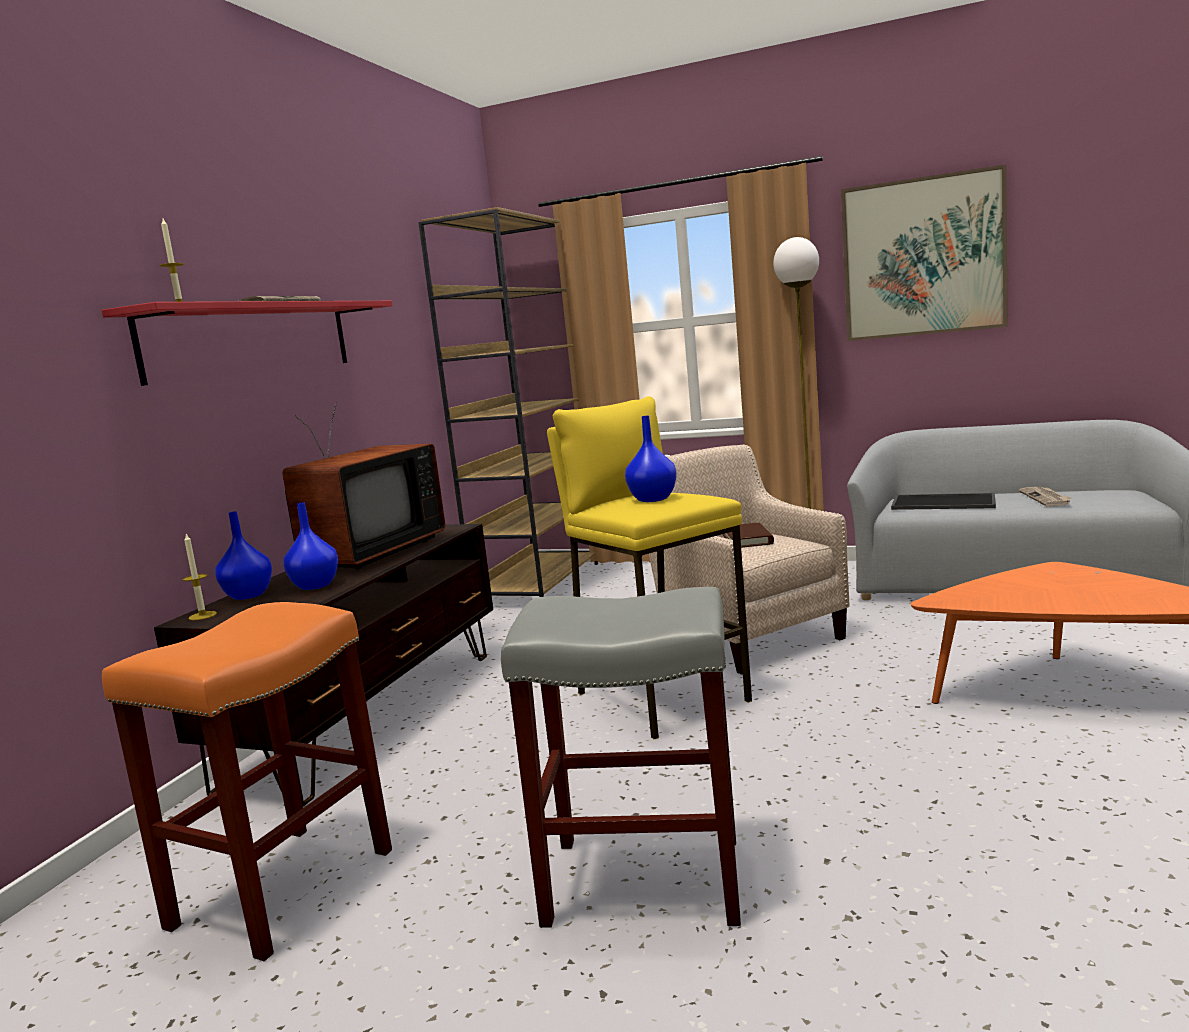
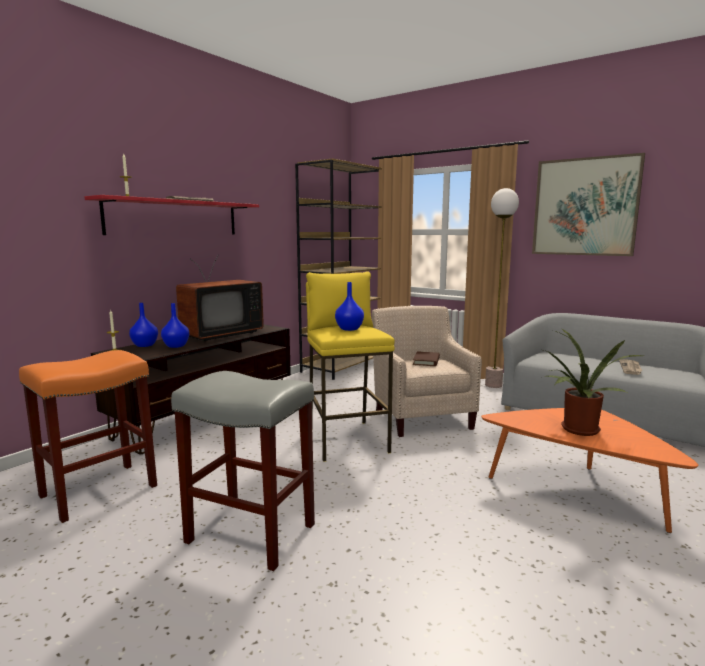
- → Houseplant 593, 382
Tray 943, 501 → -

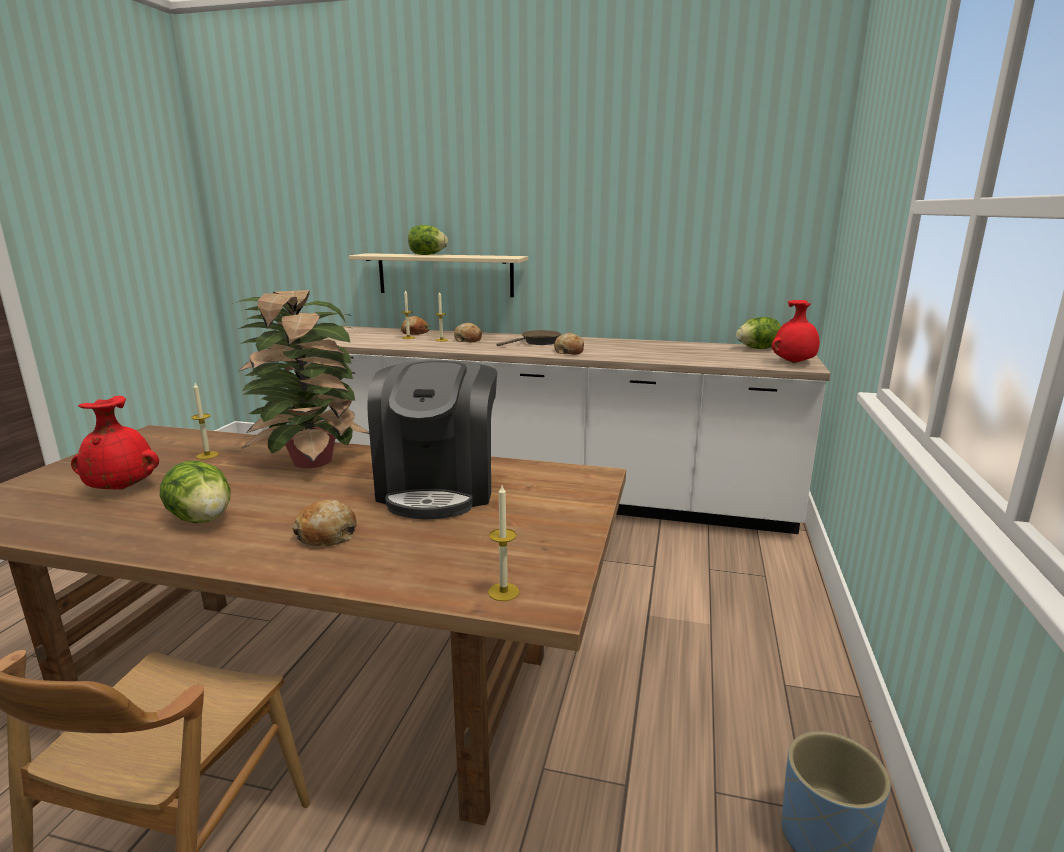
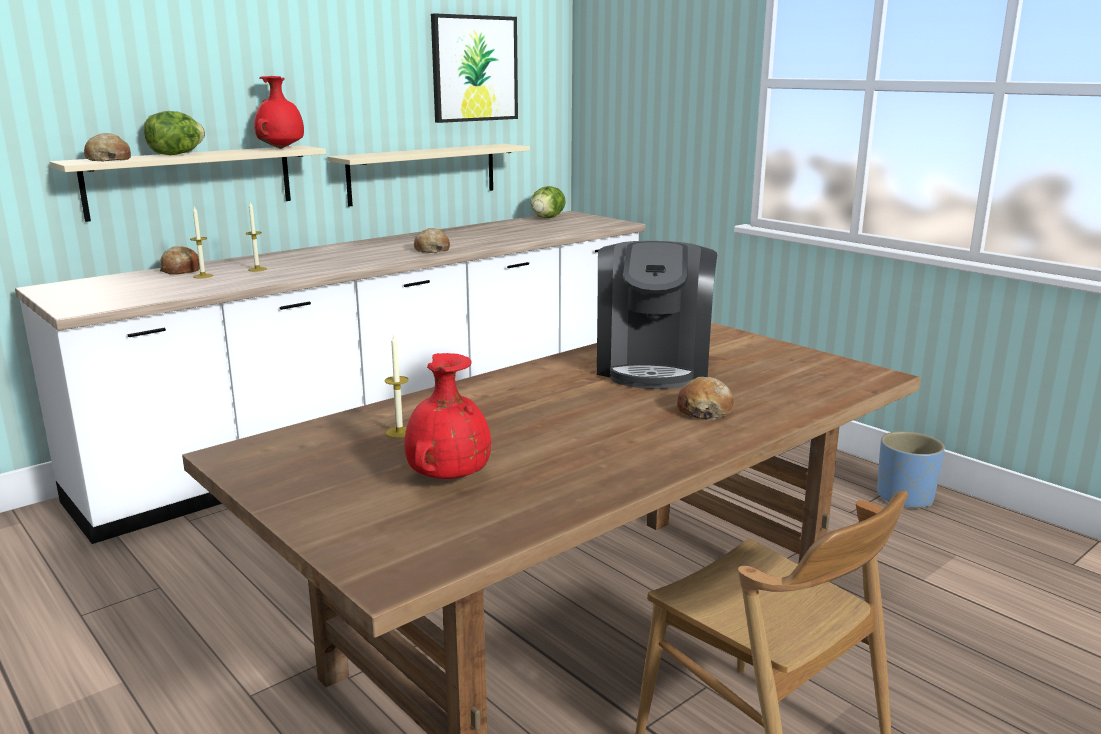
Bread 468, 332 → Bread 107, 147, shifted
ReddishDecorativeVase 795, 331 → ReddishDecorativeVase 279, 112, shifted
- → SandColouredBracketShelf 428, 175
- → WallPicture 474, 68
CoffeeMachine 432, 439 → CoffeeMachine 657, 315, 60 degrees clockwise
LettuceHead 195, 492 → -
Houseplant 300, 379 → -
WaxCandle 503, 543 → -
BrownPan 529, 338 → -

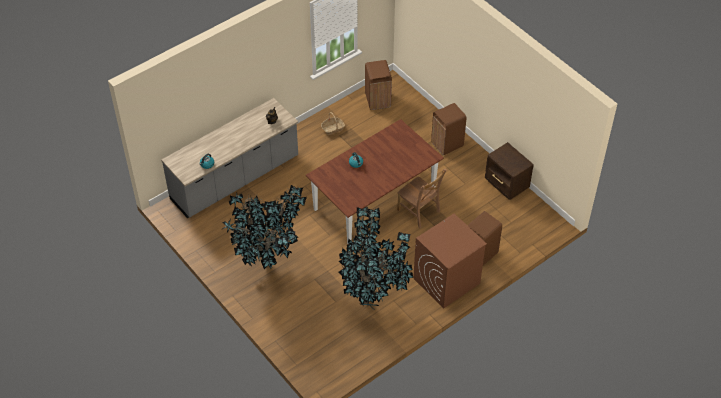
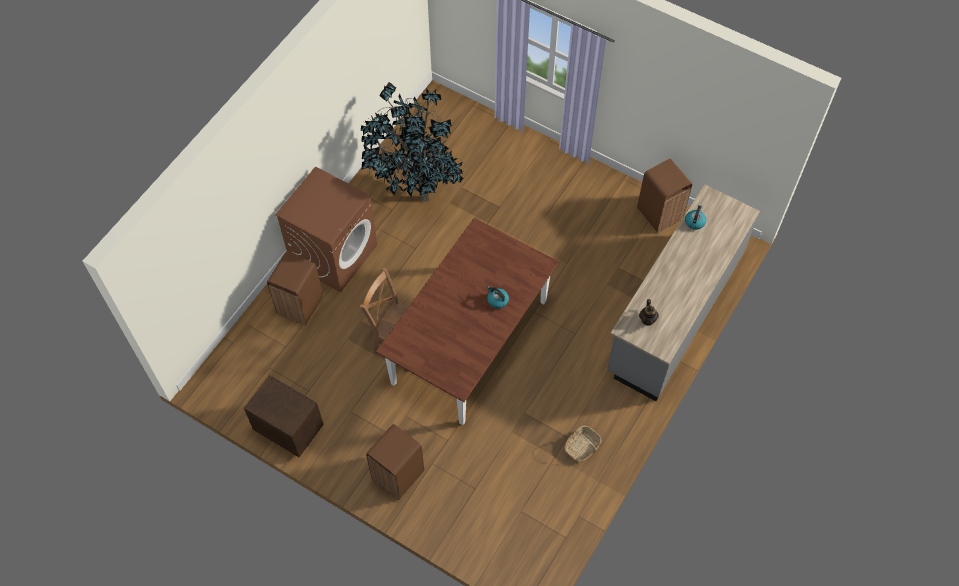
BrownTrashCan 378, 85 → BrownTrashCan 664, 196, shifted
Houseplant 265, 227 → -

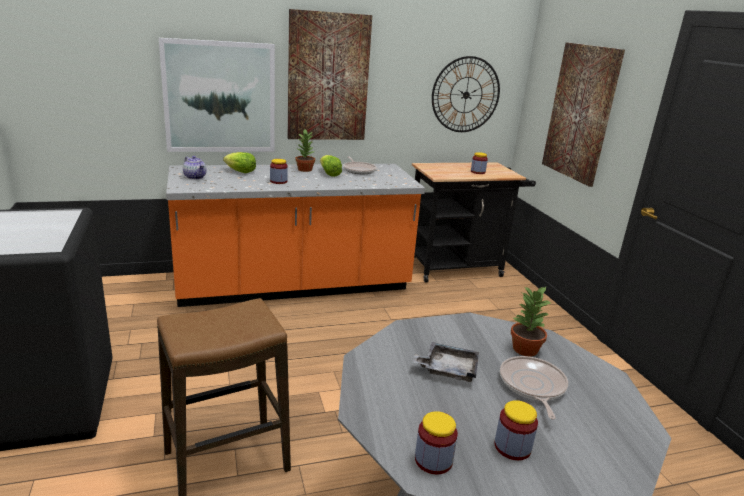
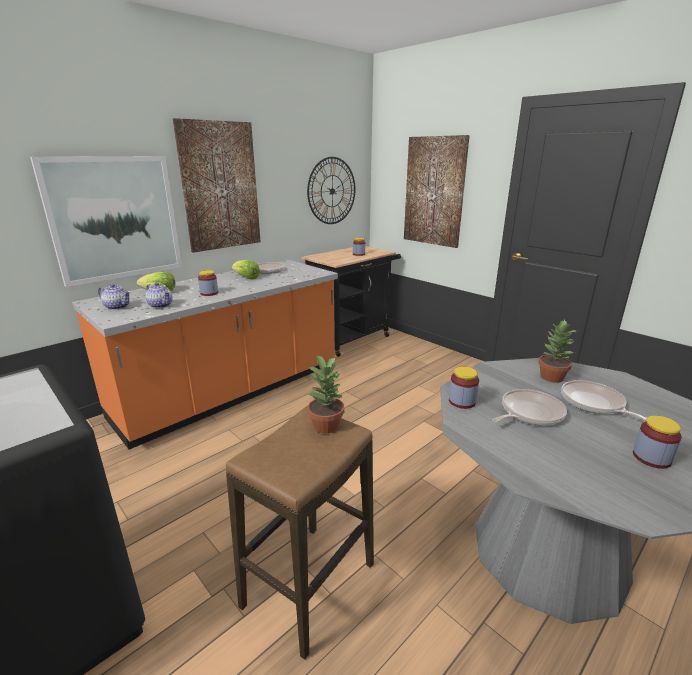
- → PotForTea 159, 295
Houseplant 305, 150 → Houseplant 325, 394, shifted
PreserveJar 436, 442 → PreserveJar 464, 388, shifted
GrayTray 445, 362 → Pan 529, 407

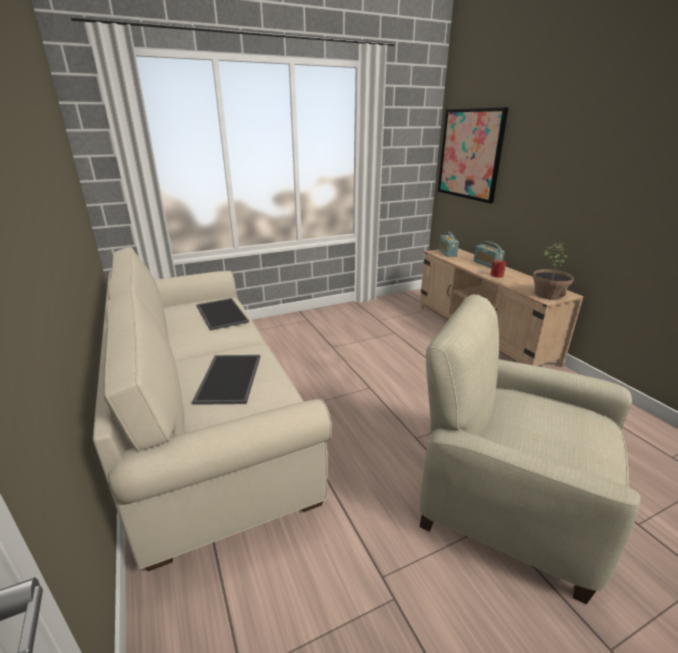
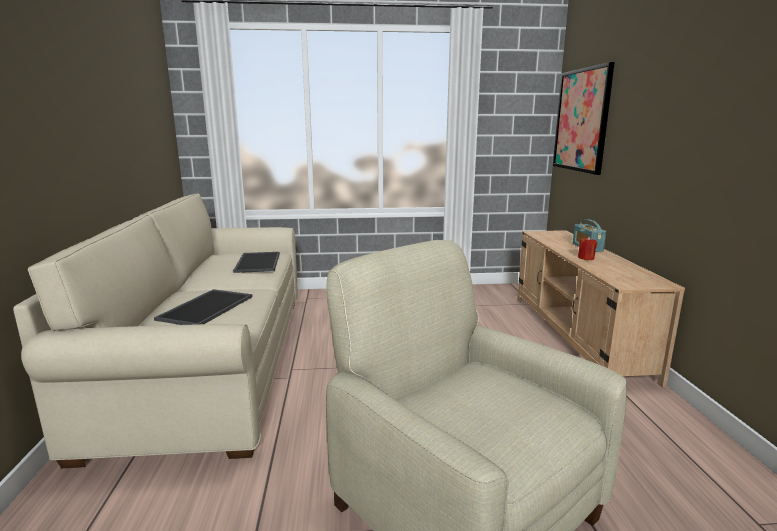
RadioSet 449, 244 → -
Houseplant 553, 271 → -

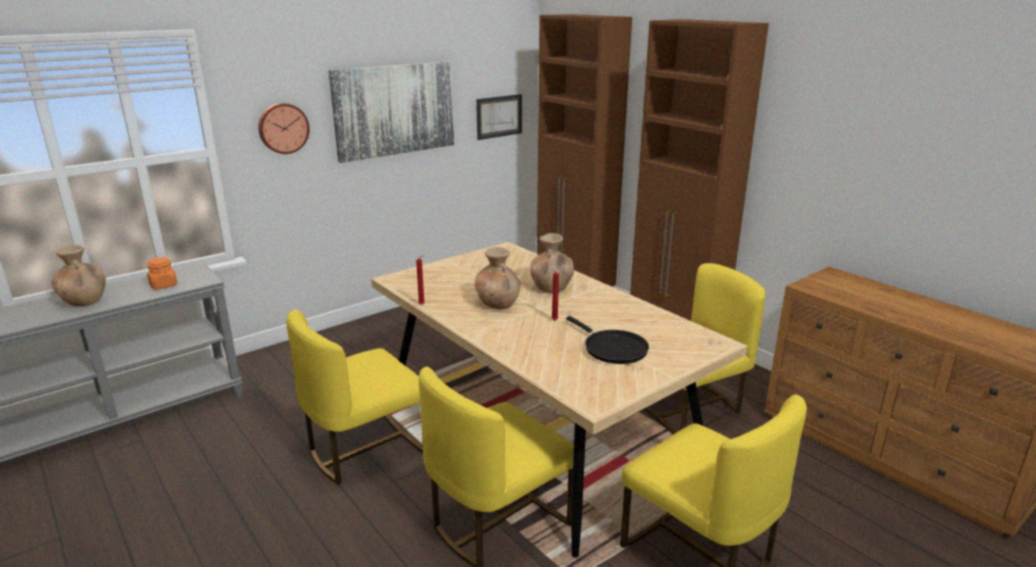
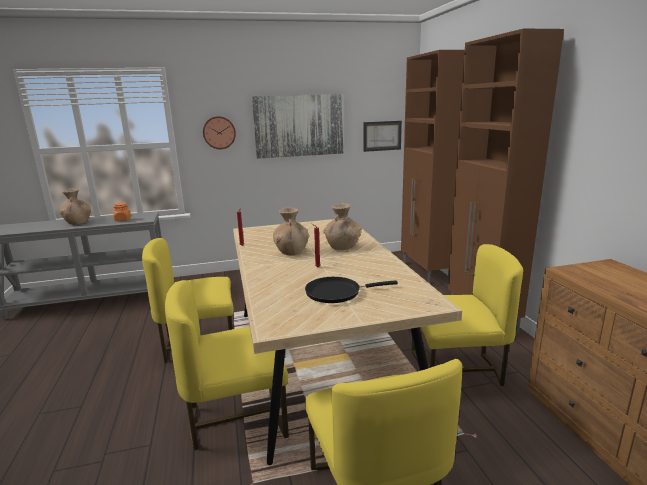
BlackPan 607, 340 → BlackPan 351, 290, 90 degrees clockwise

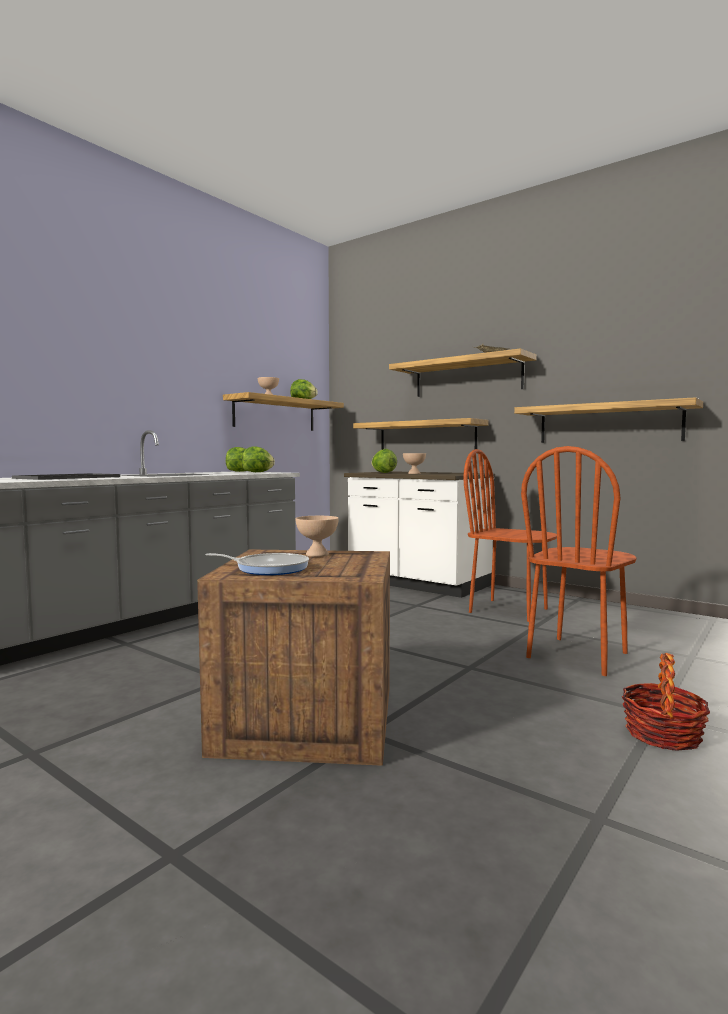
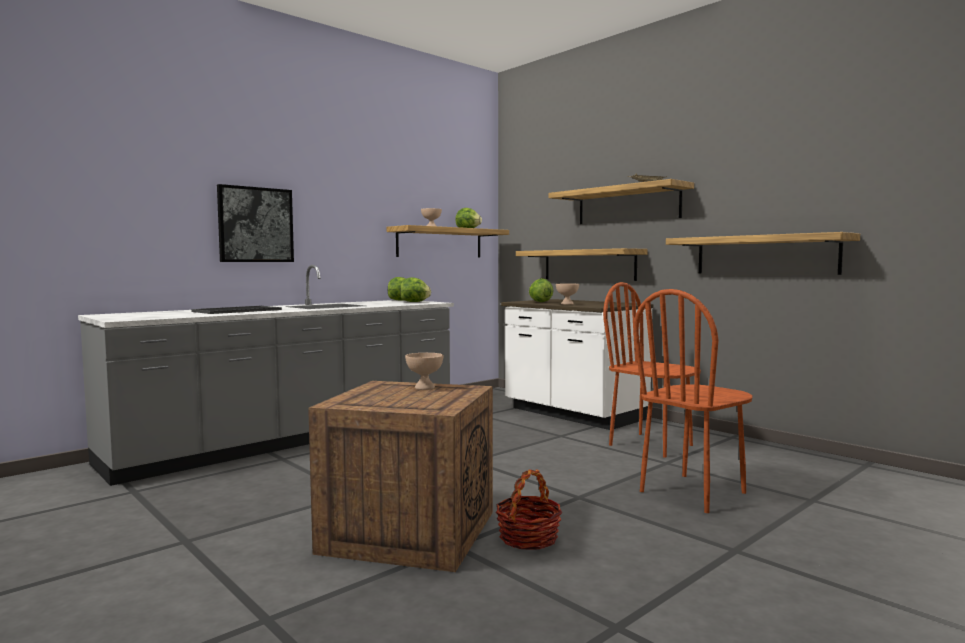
- → WallPicture 255, 223
Basket 666, 702 → Basket 529, 510, shifted
Pan 257, 564 → -

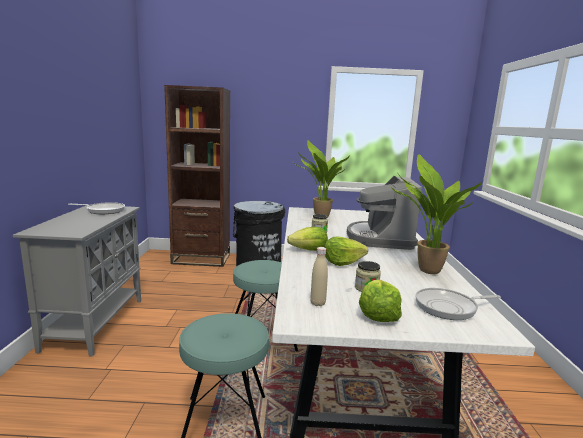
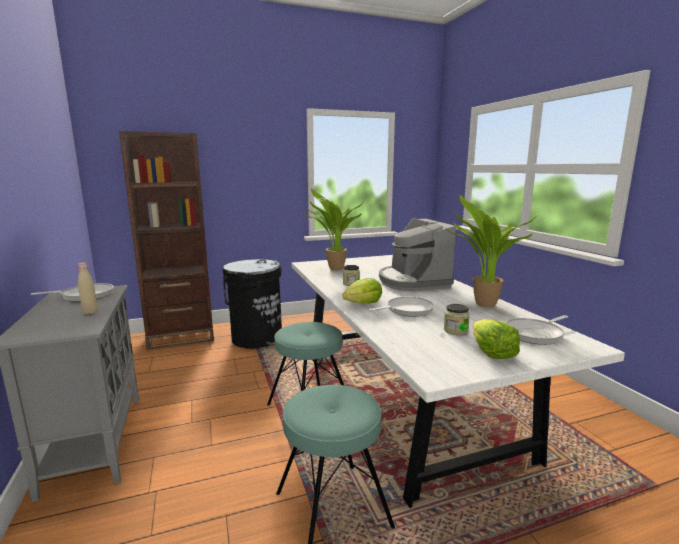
SandColouredBottle 319, 276 → SandColouredBottle 88, 288, shifted
LettuceHead 346, 251 → Pan 401, 307

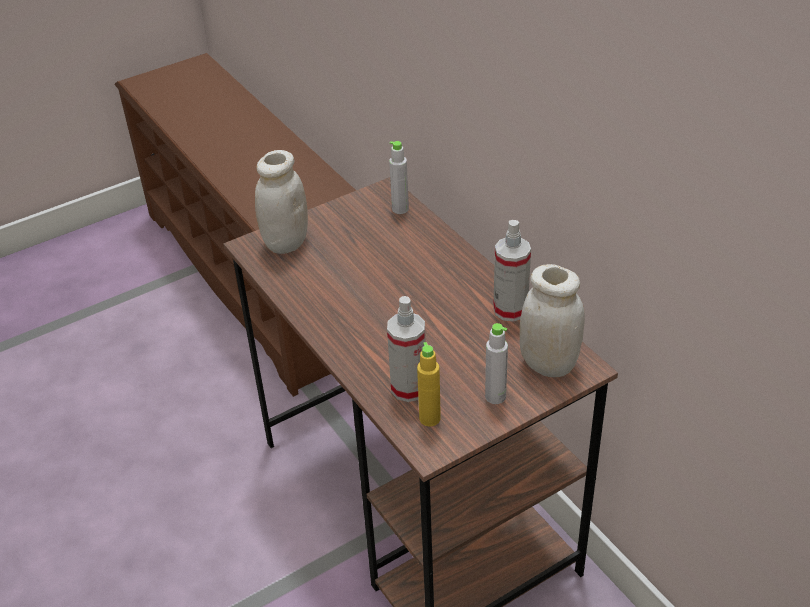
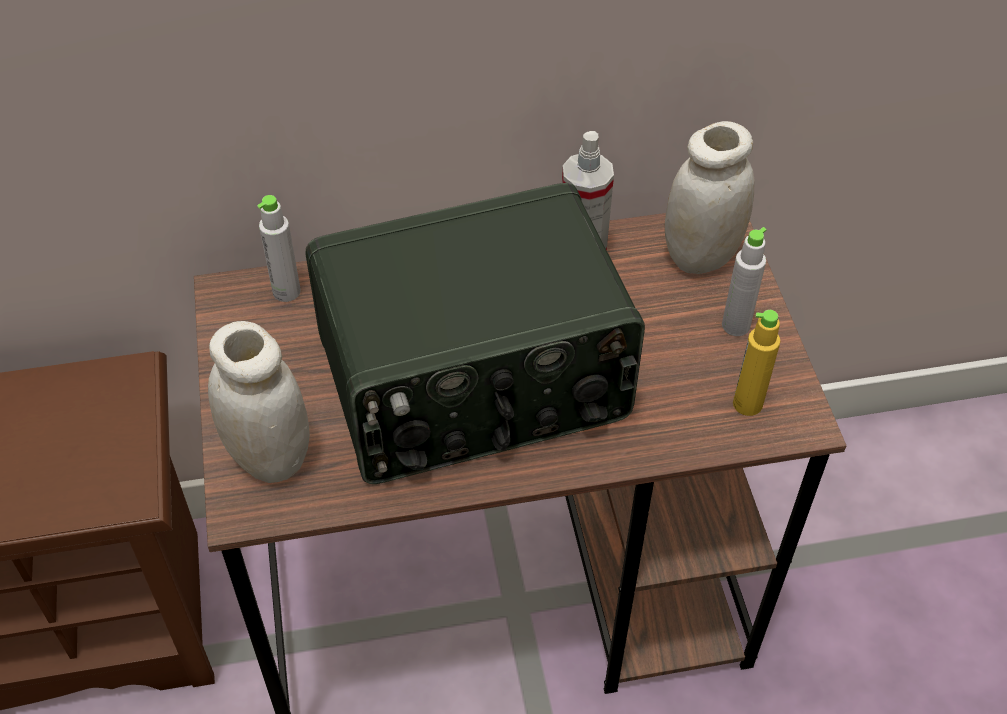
- → RadioSet 475, 333
HandSprayer 406, 349 → -

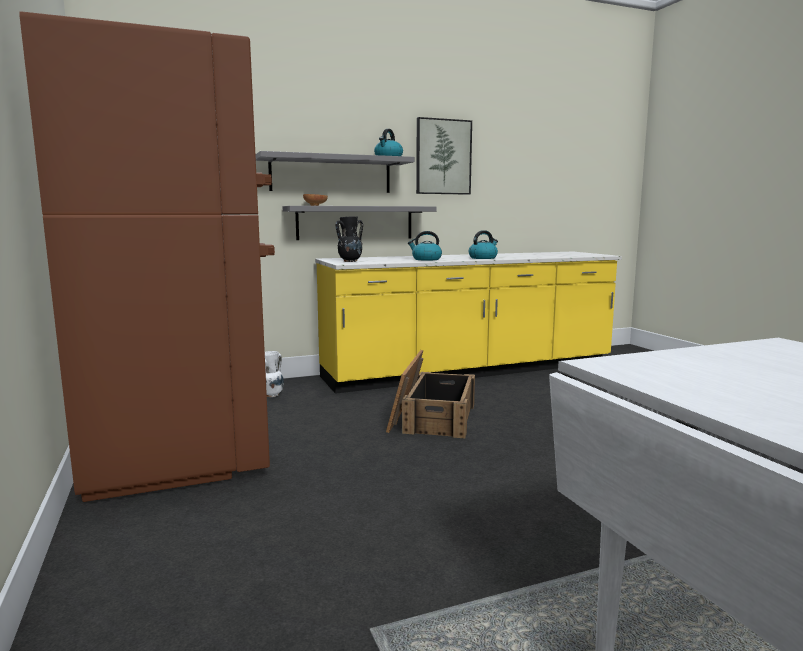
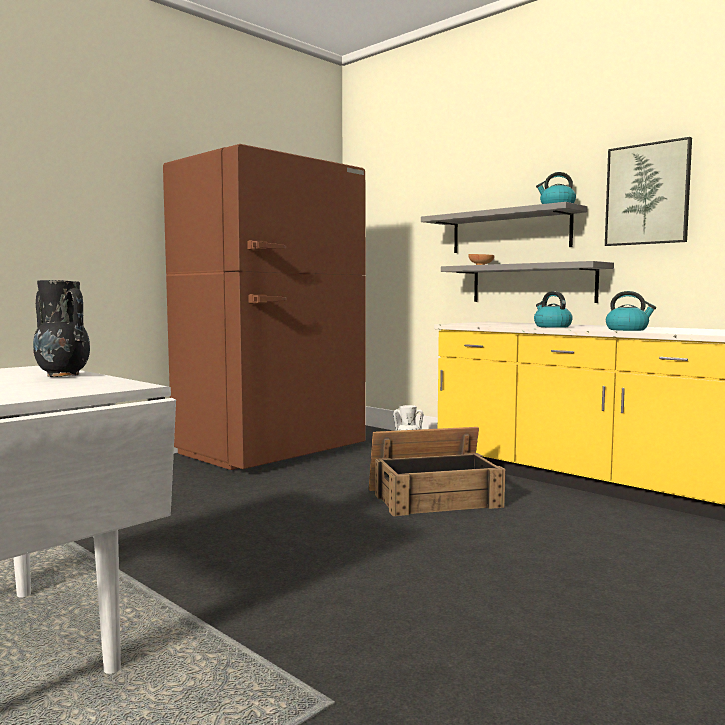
BlackDecorativeVase 349, 239 → BlackDecorativeVase 61, 328, shifted

